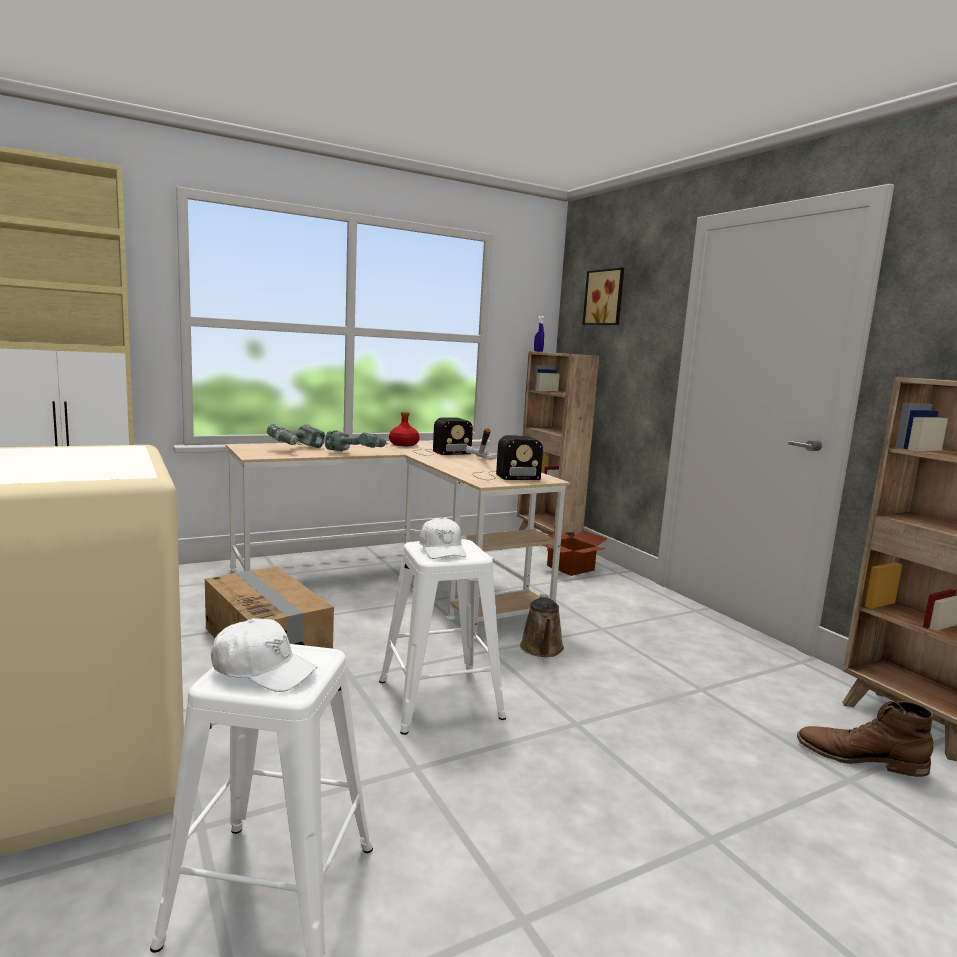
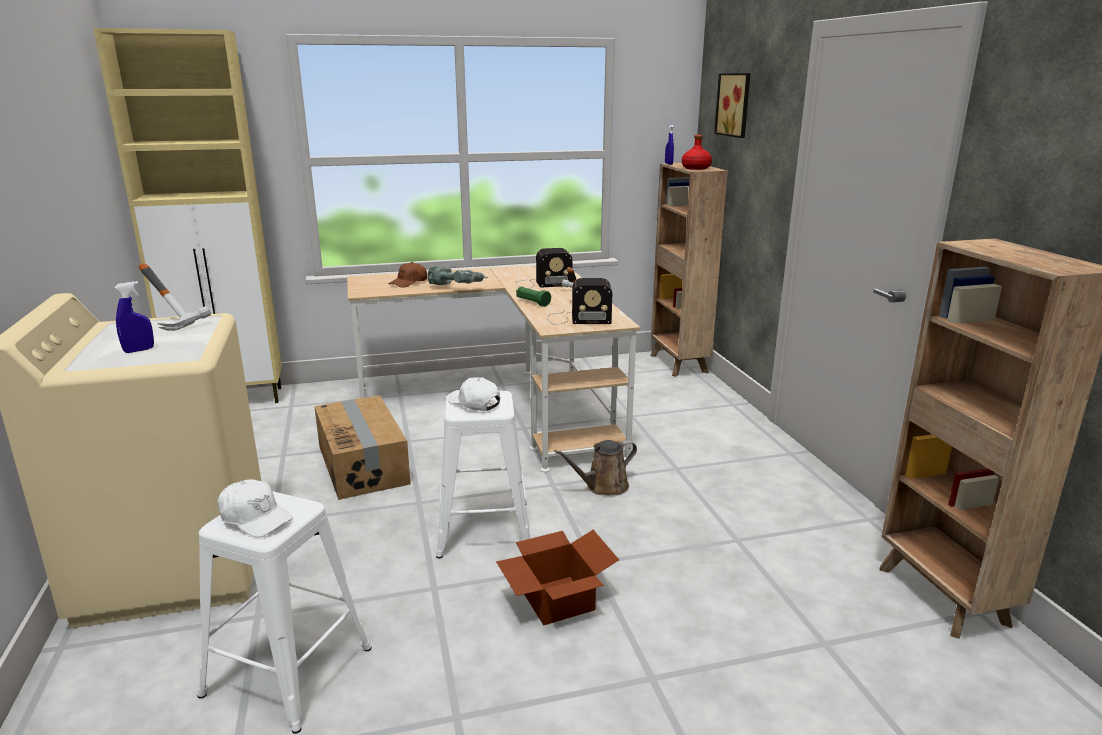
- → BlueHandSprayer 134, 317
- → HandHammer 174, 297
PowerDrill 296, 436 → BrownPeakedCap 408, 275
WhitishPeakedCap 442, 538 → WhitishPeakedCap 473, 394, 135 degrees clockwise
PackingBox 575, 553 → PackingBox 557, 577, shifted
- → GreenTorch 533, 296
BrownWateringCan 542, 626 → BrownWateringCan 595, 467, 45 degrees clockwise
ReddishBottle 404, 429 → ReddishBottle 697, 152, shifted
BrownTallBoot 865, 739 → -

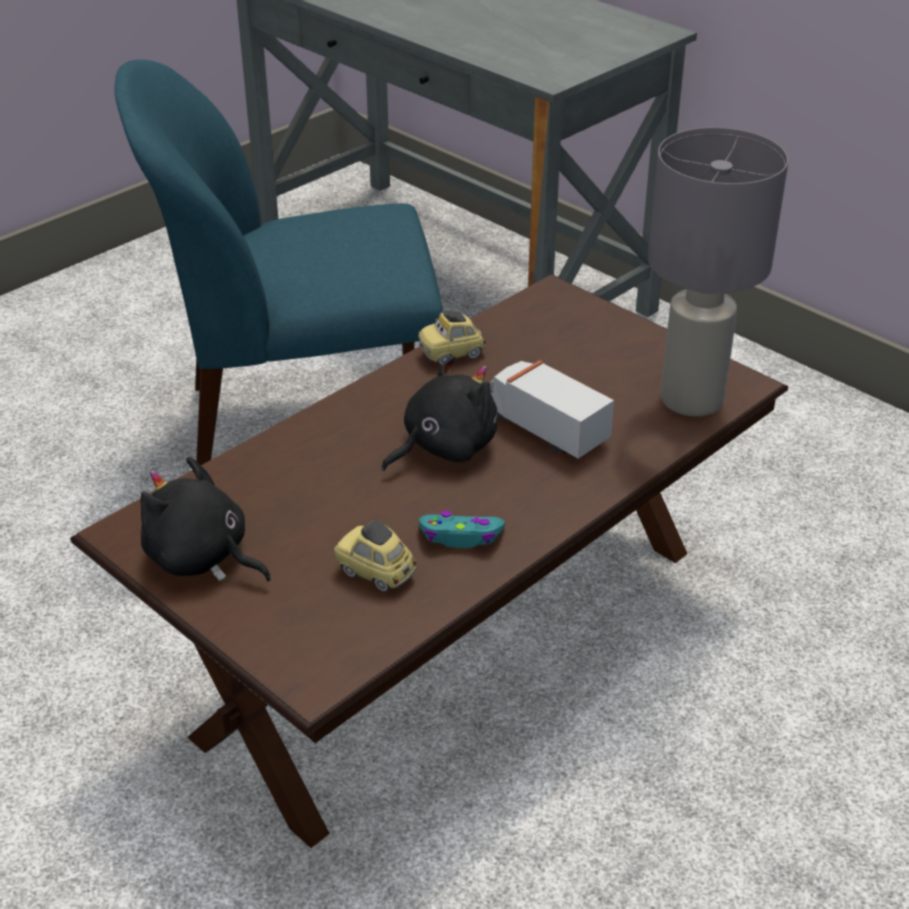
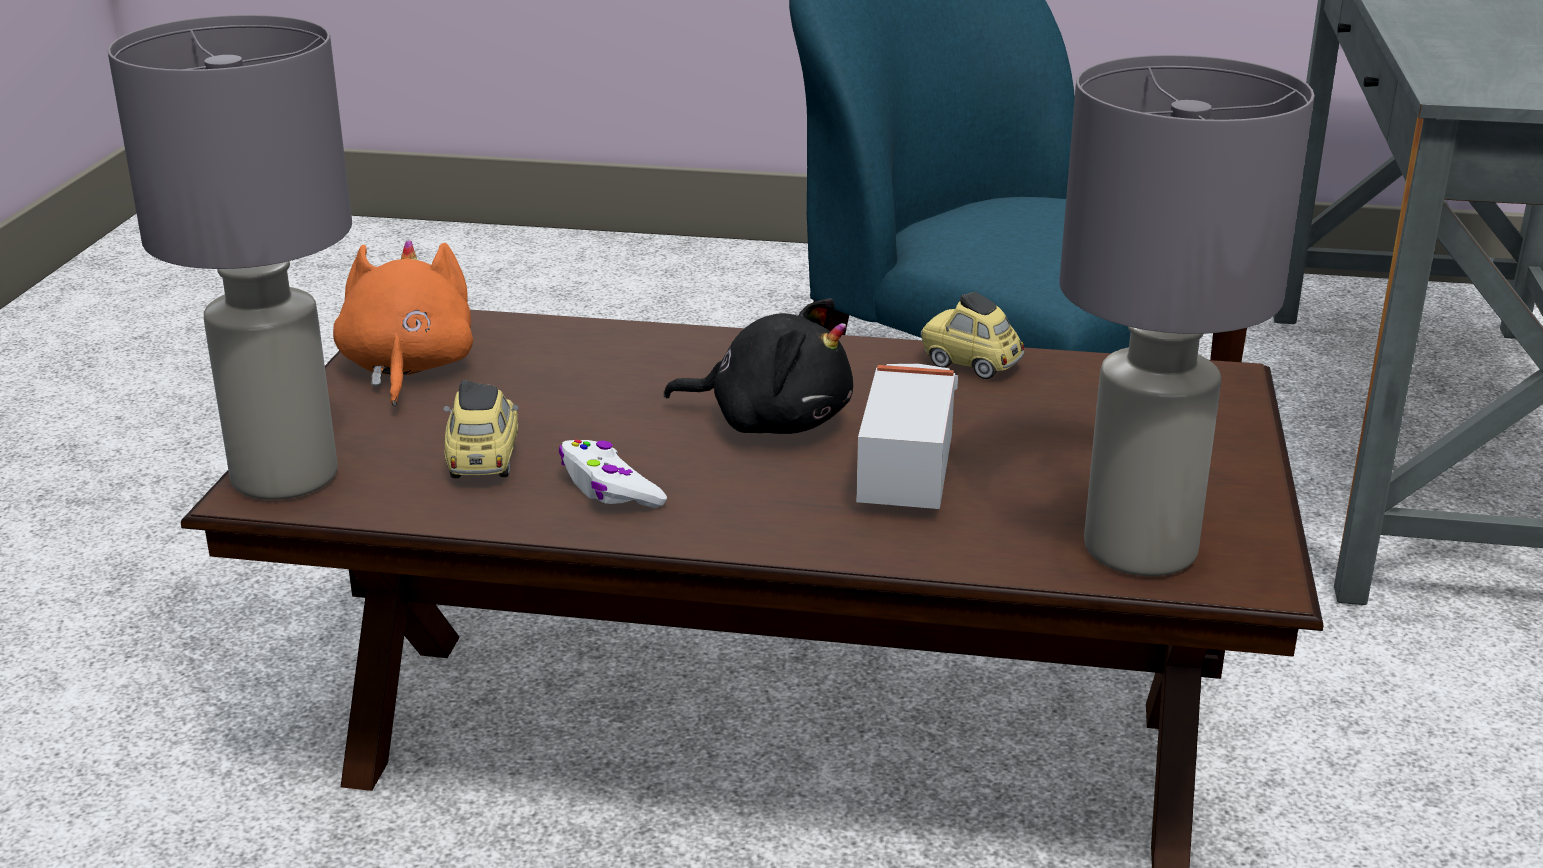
- → GrayTabletopLamp 230, 257
BlackCuddlyToy 205, 519 → OrangeCuddlyToy 403, 323
TurquoiseColouredGamepad 462, 529 → WhitishGamepad 613, 473

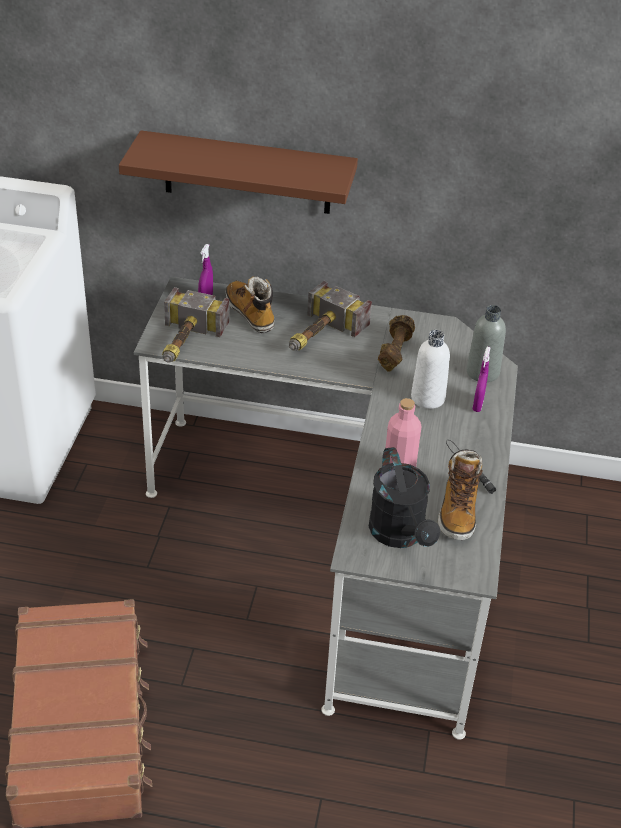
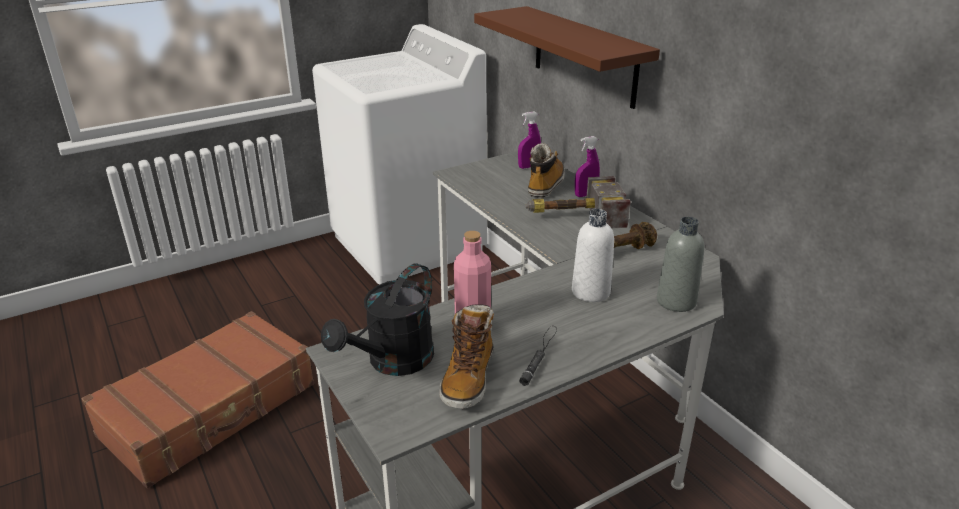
TallBoot 460, 495 → TallBoot 466, 356, 45 degrees counterclockwise
PurplishHandSprayer 482, 379 → PurplishHandSprayer 587, 166, shifted
HandHammer 195, 325 → -

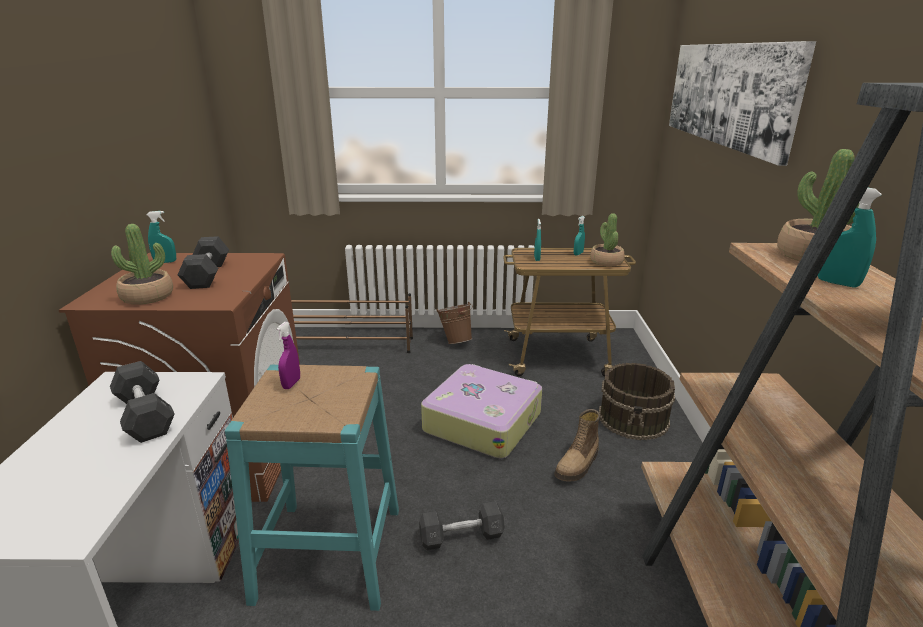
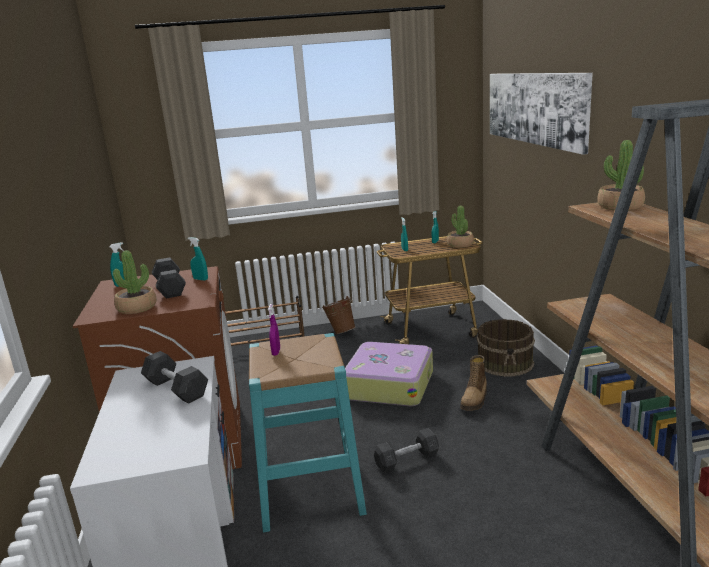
TurquoiseColouredHandSprayer 850, 238 → TurquoiseColouredHandSprayer 198, 259, shifted

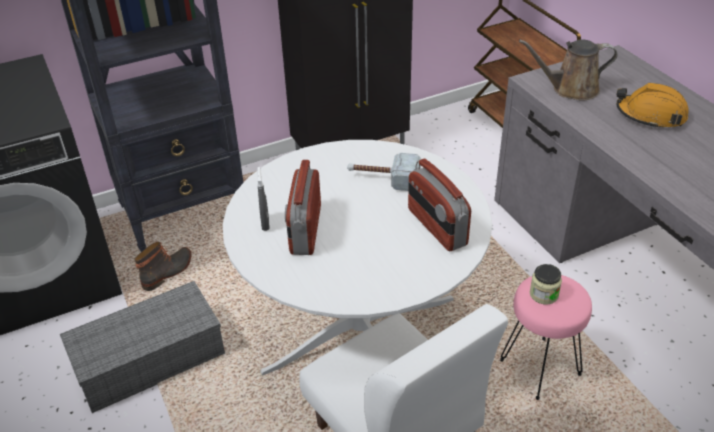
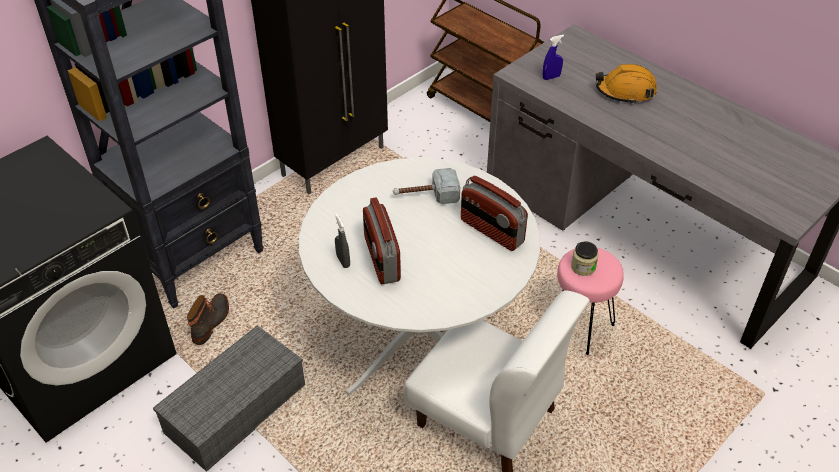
BrownWateringCan 568, 70 → BlueHandSprayer 553, 57

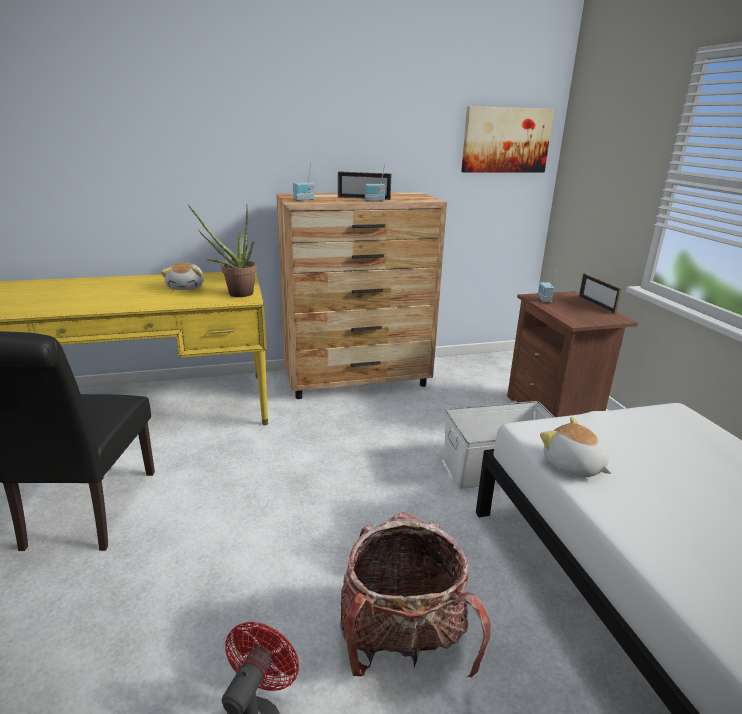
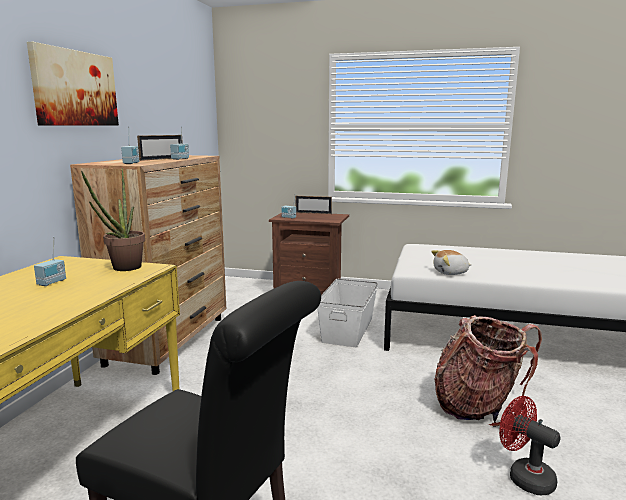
WallPicture 507, 139 → WallPicture 73, 84, shifted
CuddlyToy 182, 276 → RadioSet 50, 261

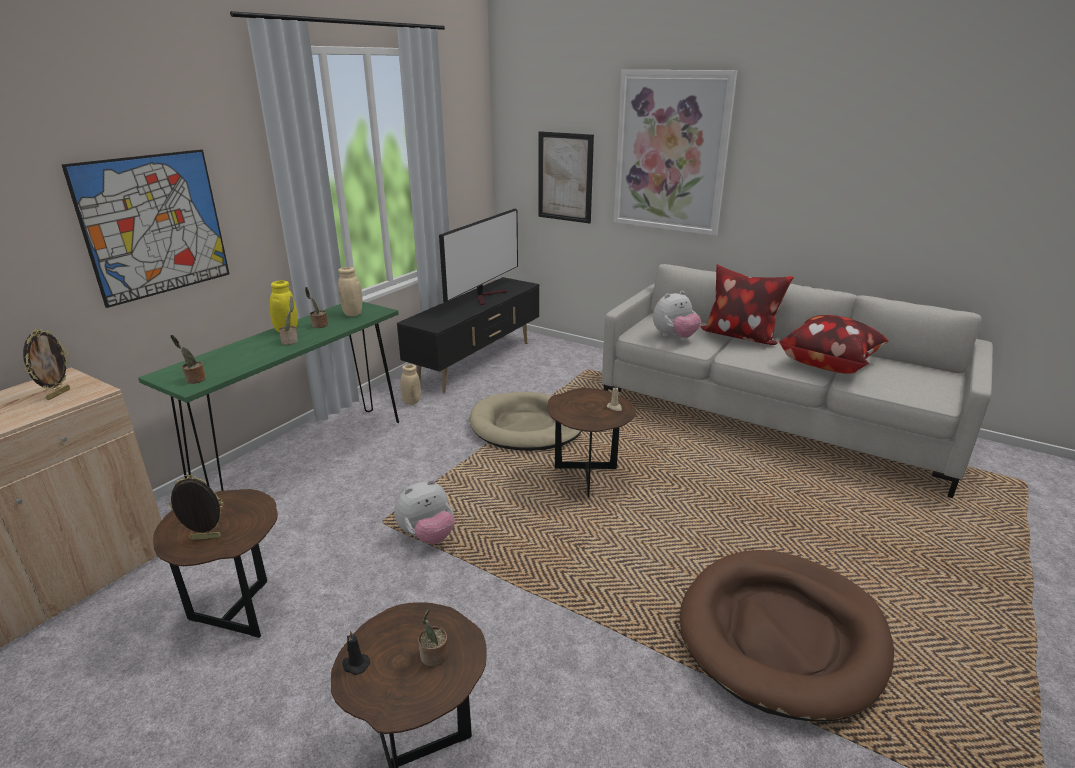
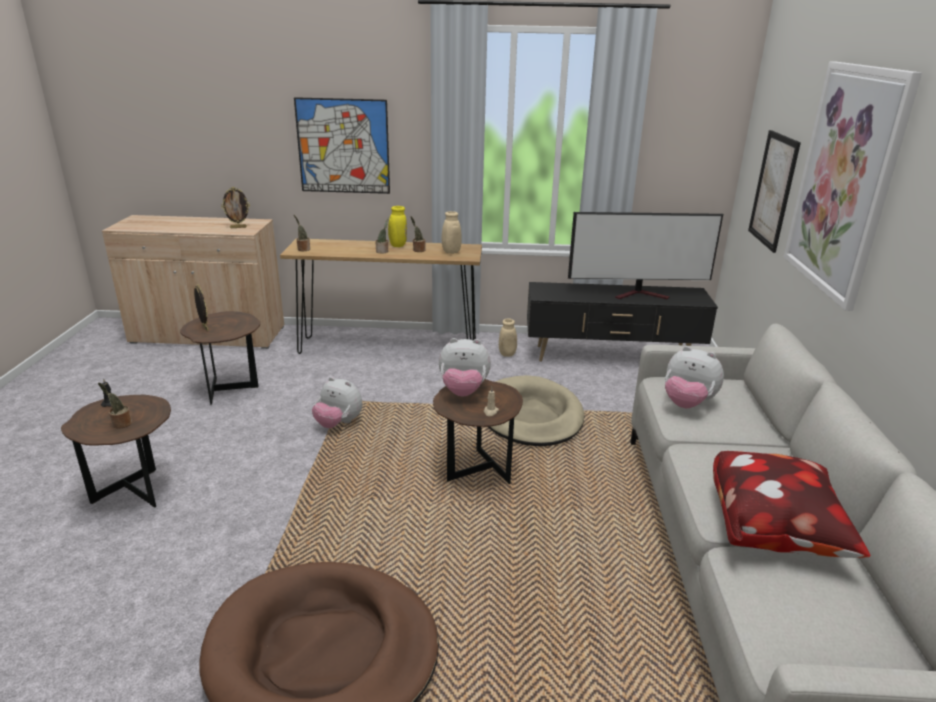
GreenNarrowTable 268, 396 → BrownNarrowTable 381, 296
- → CuddlyToy 465, 367
Pillow 747, 304 → -

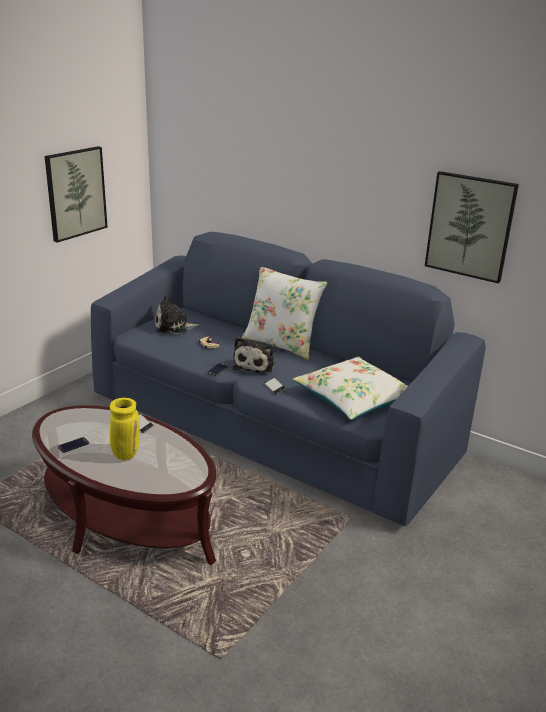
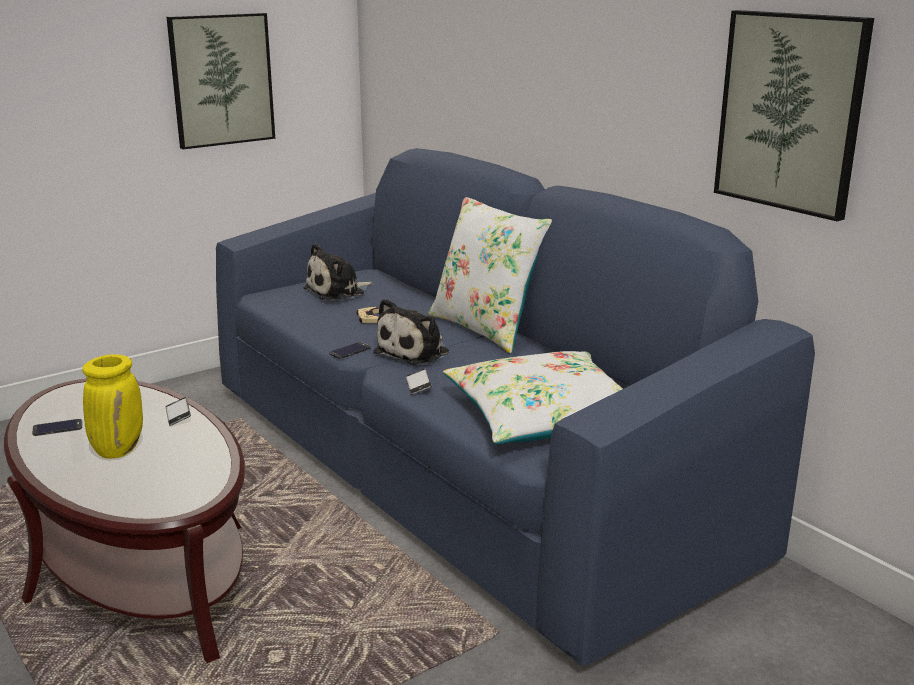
CuddlyToy 178, 314 → CuddlyToy 338, 272, 45 degrees counterclockwise

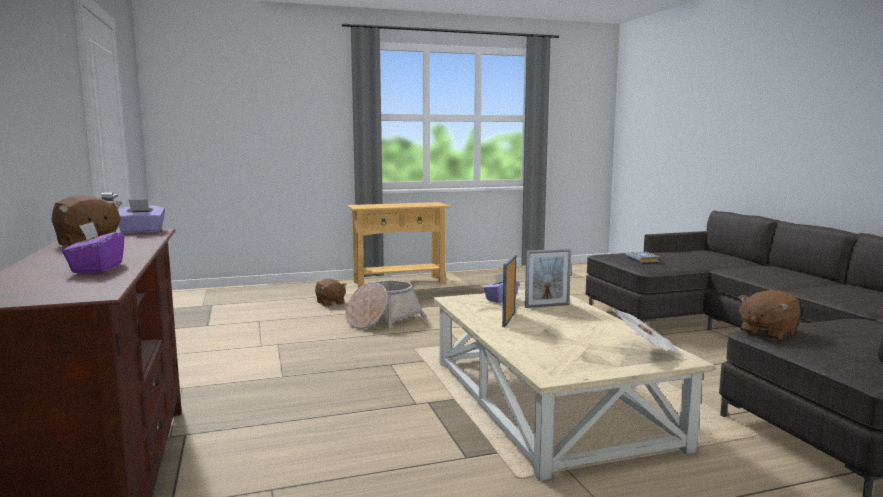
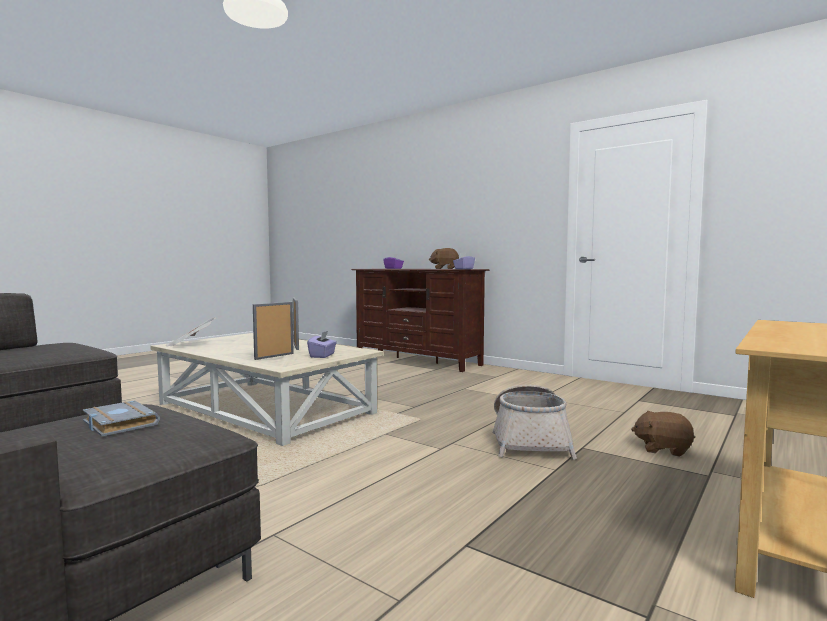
BrownCuddlyToy 769, 315 → -

